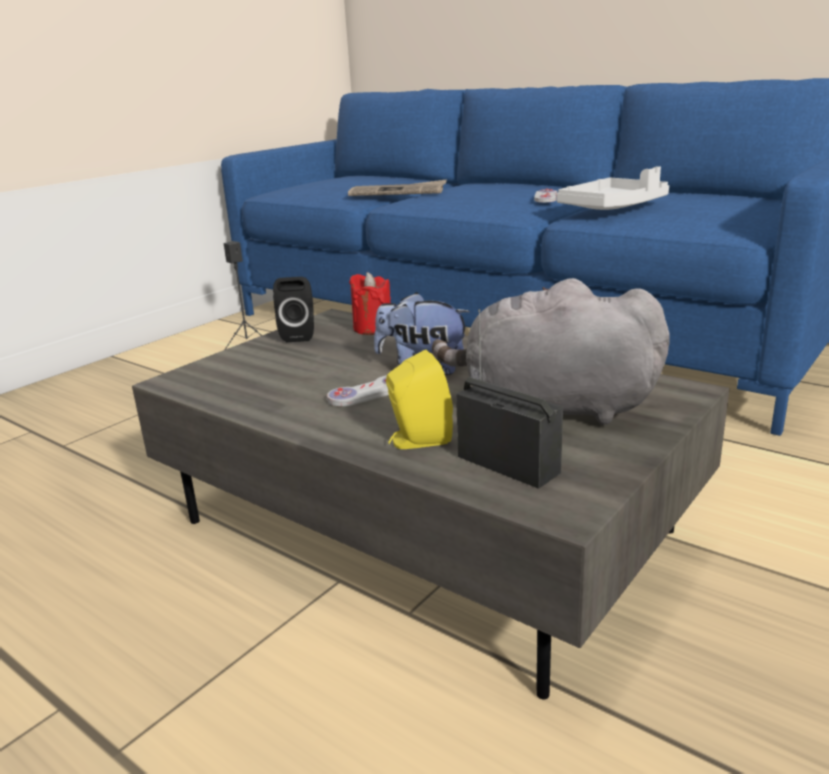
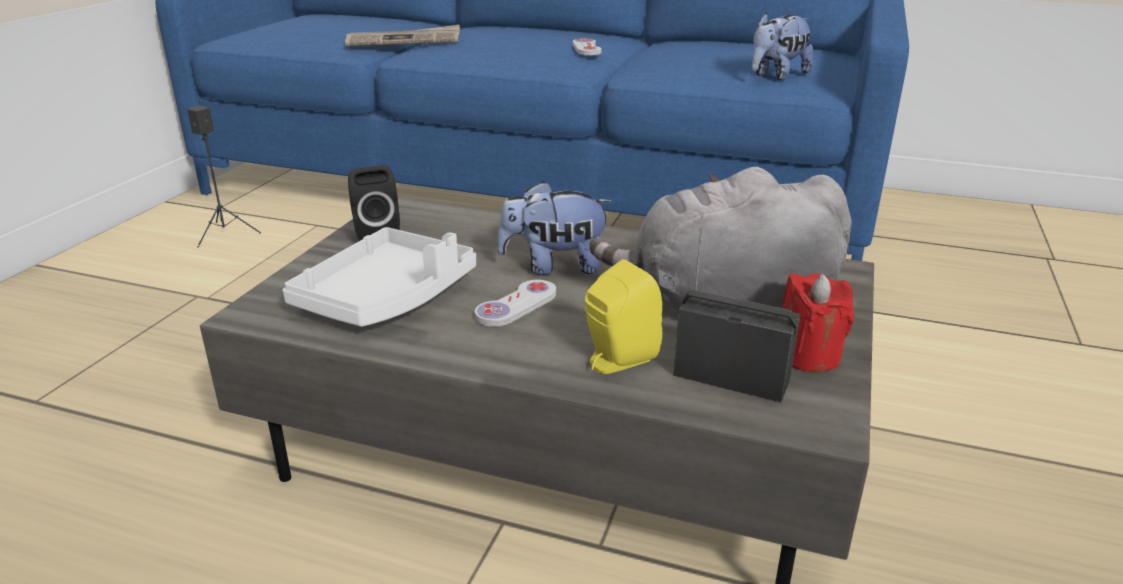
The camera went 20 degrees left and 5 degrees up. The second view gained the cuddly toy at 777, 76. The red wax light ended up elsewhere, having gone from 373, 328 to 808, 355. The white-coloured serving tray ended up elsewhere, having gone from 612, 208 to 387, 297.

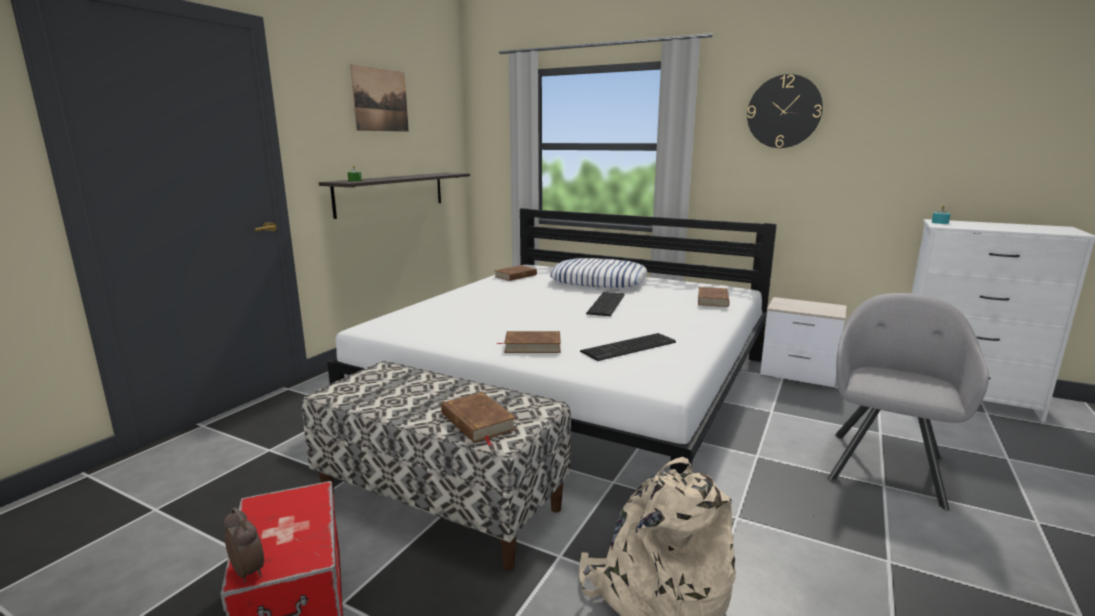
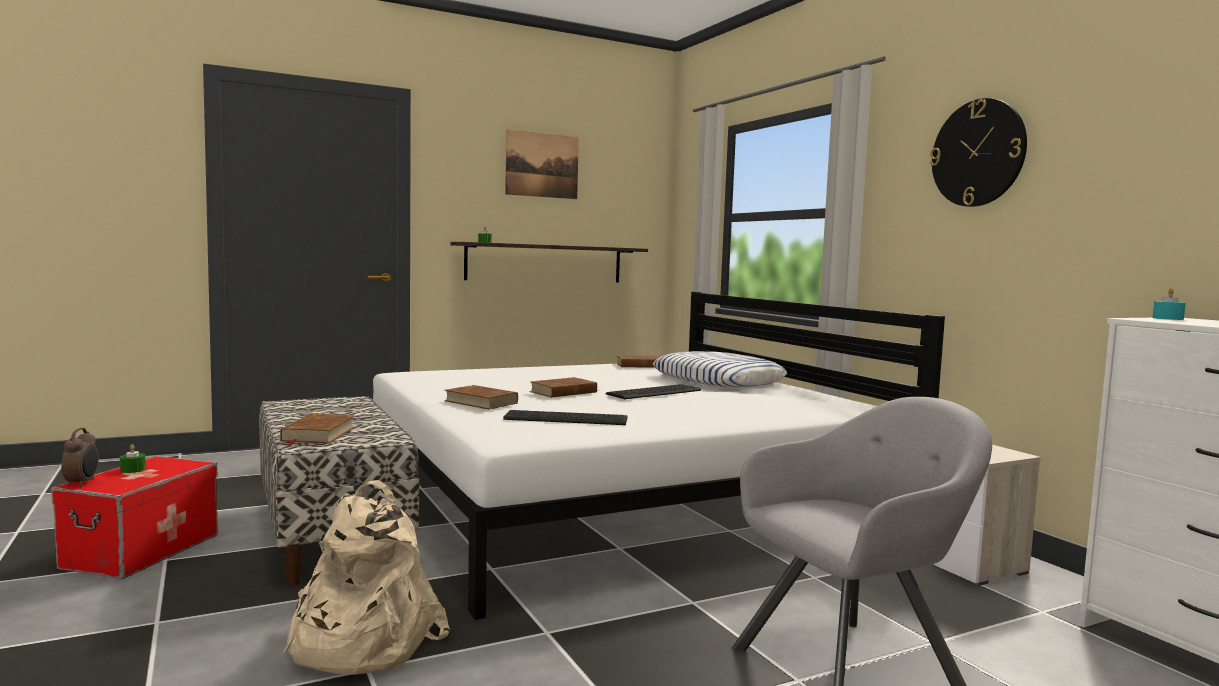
The camera went 35 degrees right and 10 degrees down. The second view gained the green-coloured wax light at 133, 470. The brownish volume ended up elsewhere, having gone from 713, 300 to 564, 392.

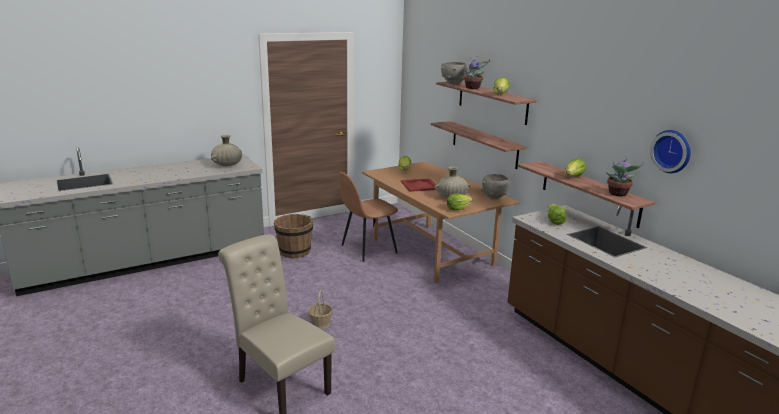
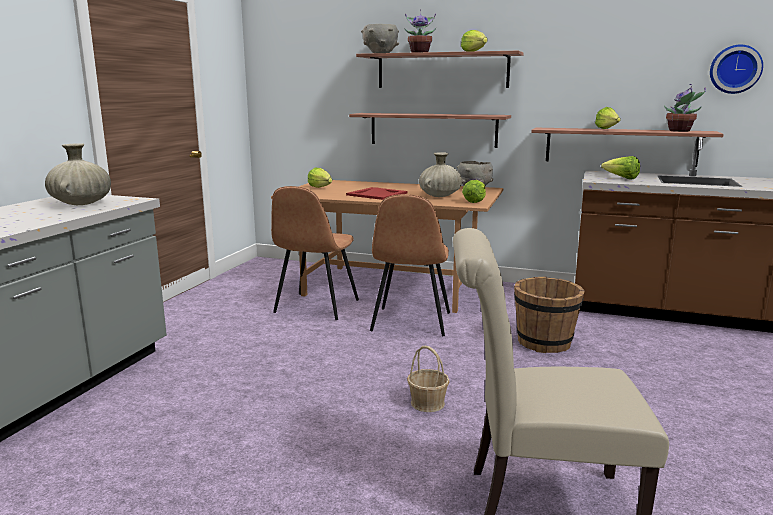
The camera went 40 degrees left and 5 degrees down. The second view gained the brownish plain chair at 410, 322. The brownish bucket ended up elsewhere, having gone from 294, 252 to 544, 343.

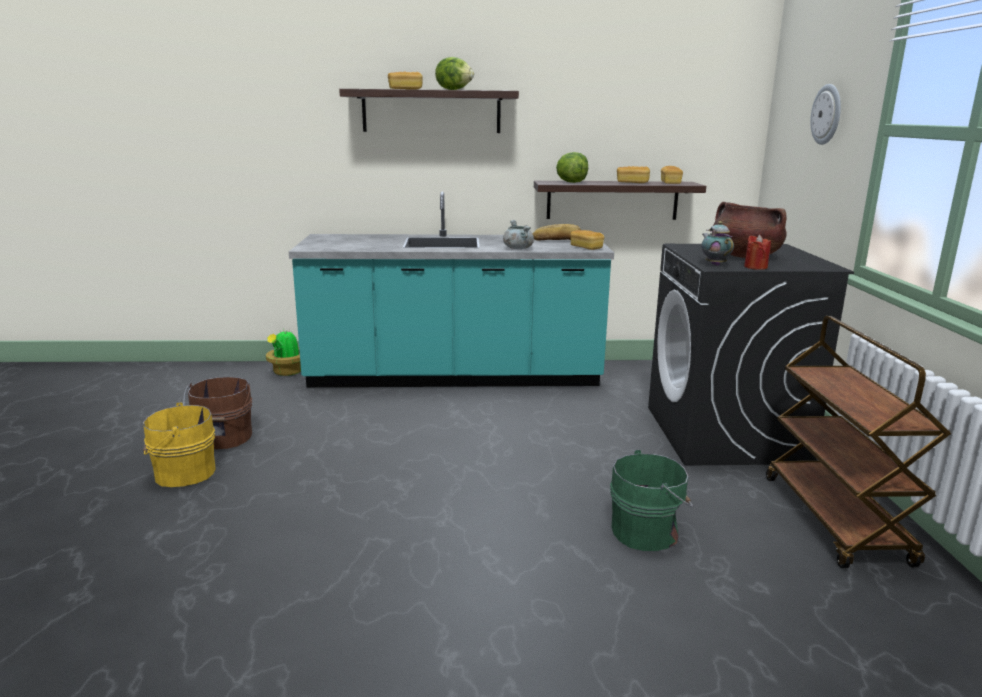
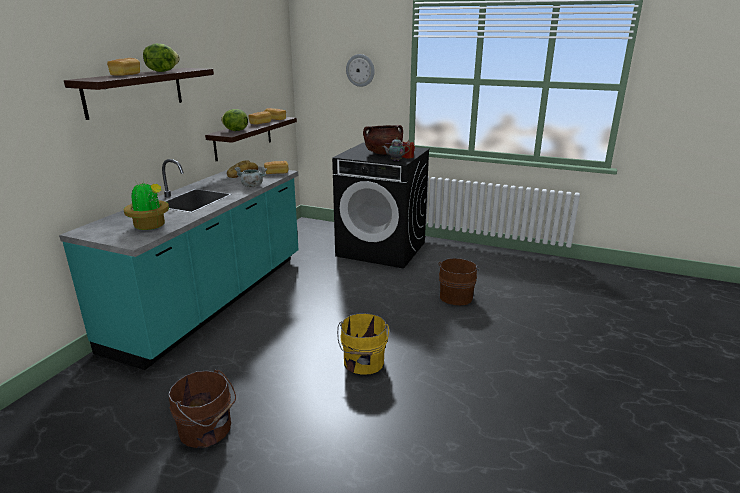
The camera went 65 degrees left and 5 degrees up. The second view lost the brownish trolley at 836, 520. The yellowish bucket ended up elsewhere, having gone from 182, 473 to 363, 363. The potted plant ended up elsewhere, having gone from 287, 372 to 150, 226. What was the green-coloured bucket at 648, 532 turned into the brownish bucket at 456, 296.

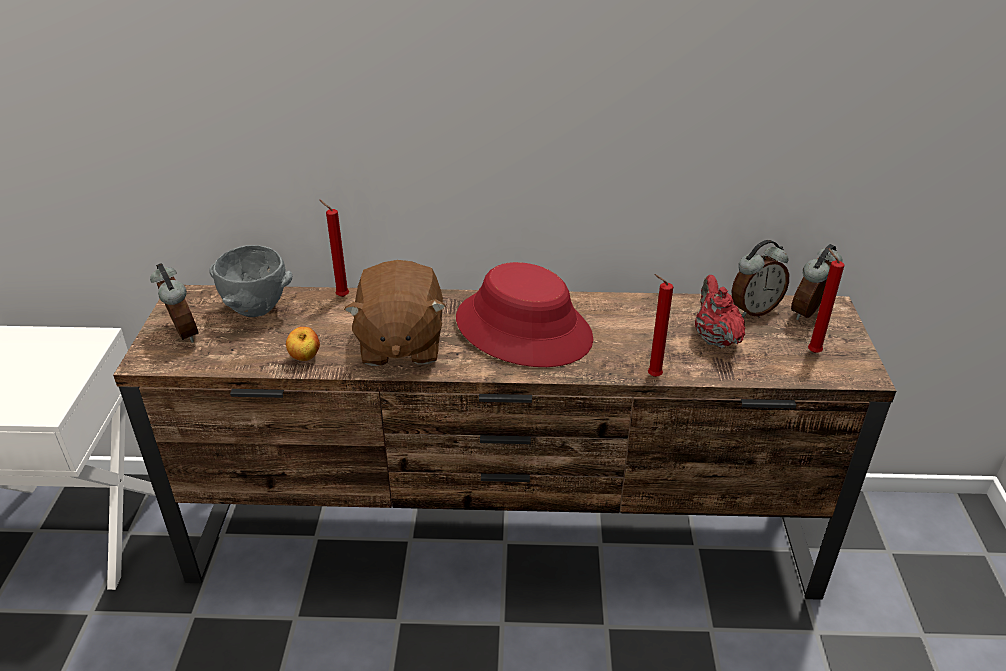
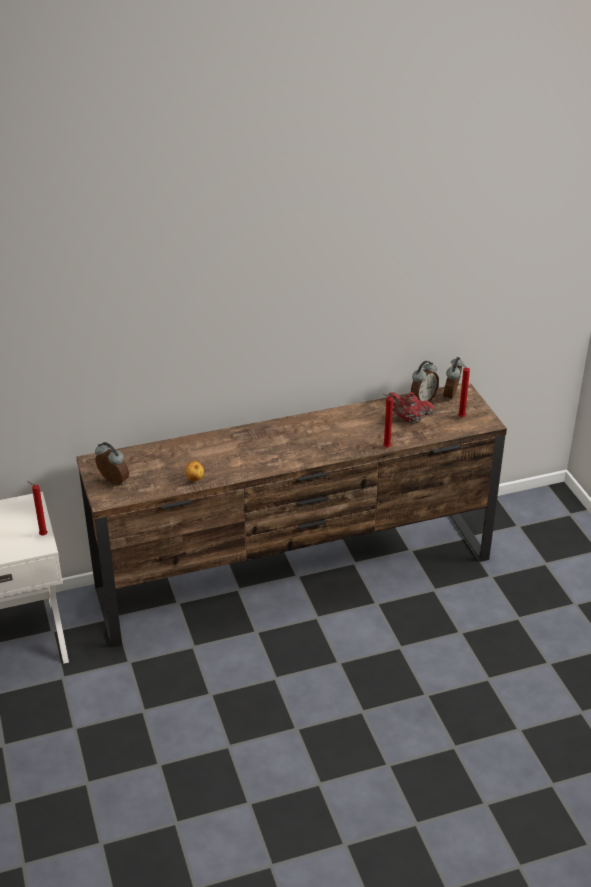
The camera went 20 degrees left and 0 degrees up. The second view lost the grey deep dish at 255, 311. The second view lost the brownish cuddly toy at 400, 344. The second view lost the red hat at 524, 329. The red wax light ended up elsewhere, having gone from 340, 296 to 42, 535. The red pot for tea at 715, 338 ended up facing another way, 45 degrees counterclockwise from before.

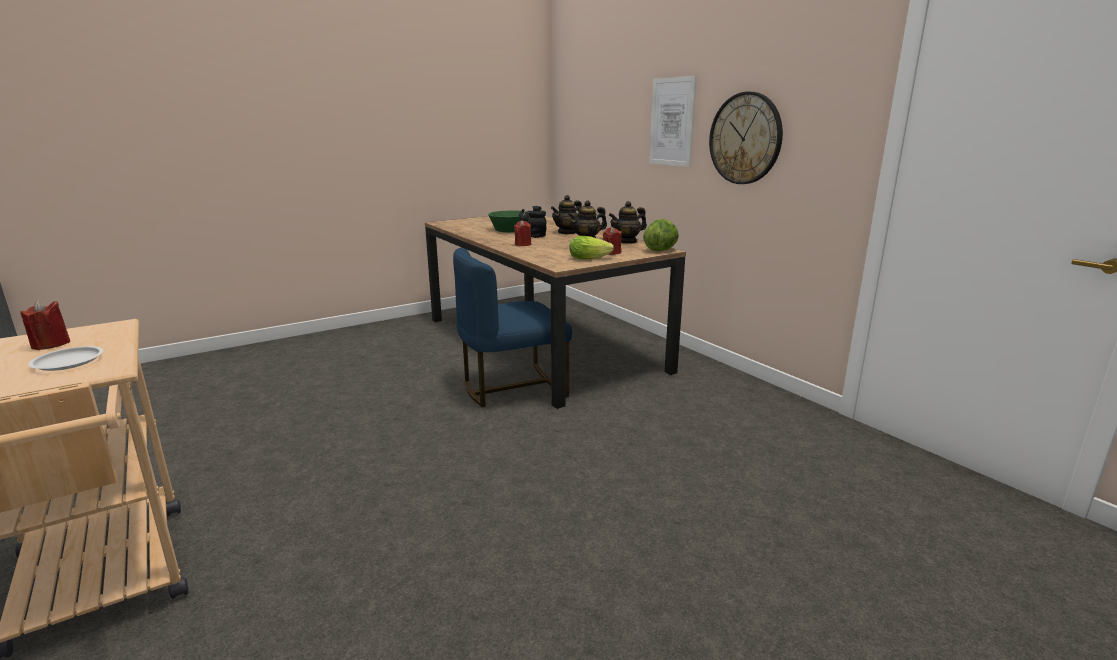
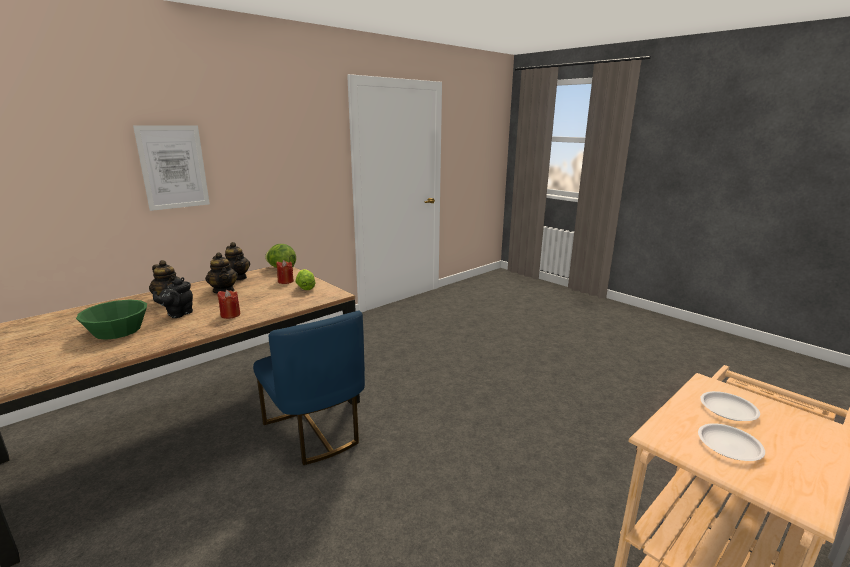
The camera went 100 degrees left and 0 degrees up. The second view lost the clock on the wall at 745, 138. Where the red wax light stood at 51, 344, the white-coloured dinner plate came to stand at 728, 446.

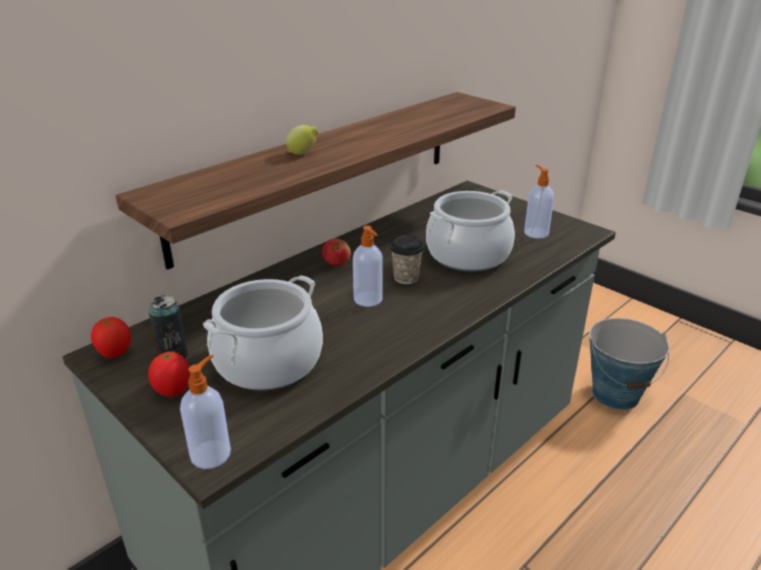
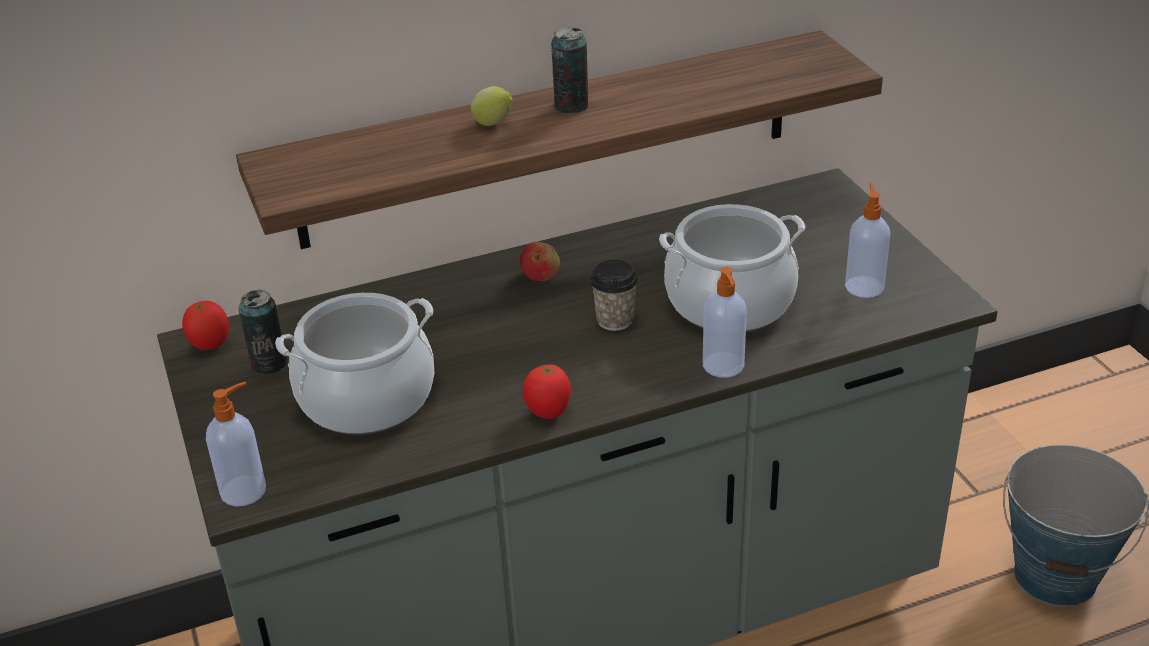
The camera went 25 degrees right and 5 degrees up. The second view gained the can at 571, 106. The whole tomato ended up elsewhere, having gone from 173, 391 to 548, 413. The soap dispenser ended up elsewhere, having gone from 368, 300 to 723, 366.

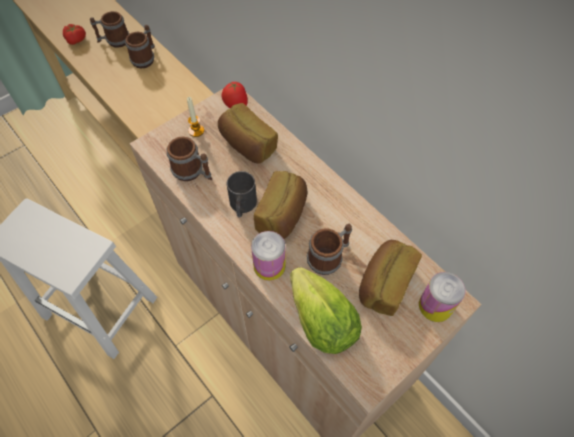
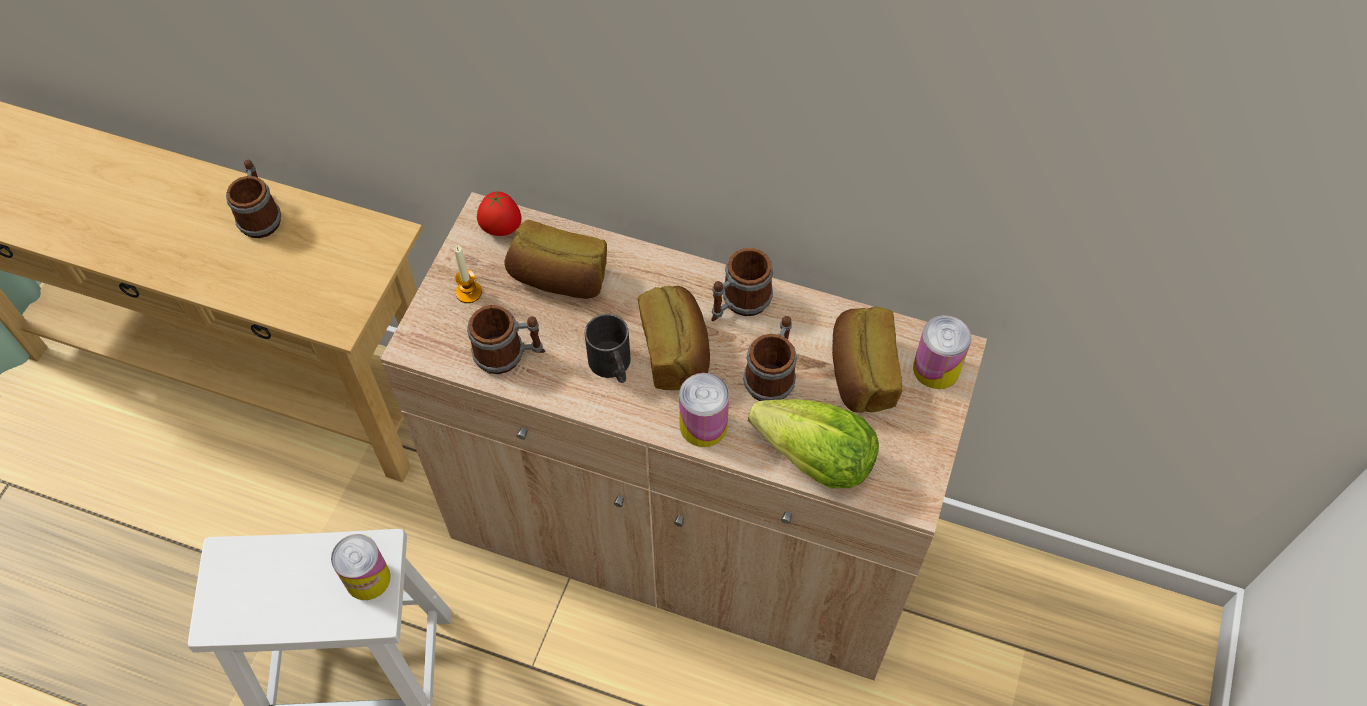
The camera went 30 degrees left and 0 degrees up. The second view lost the whole tomato at 77, 40. The second view gained the can at 367, 578. The coffee mug ended up elsewhere, having gone from 114, 41 to 739, 303.

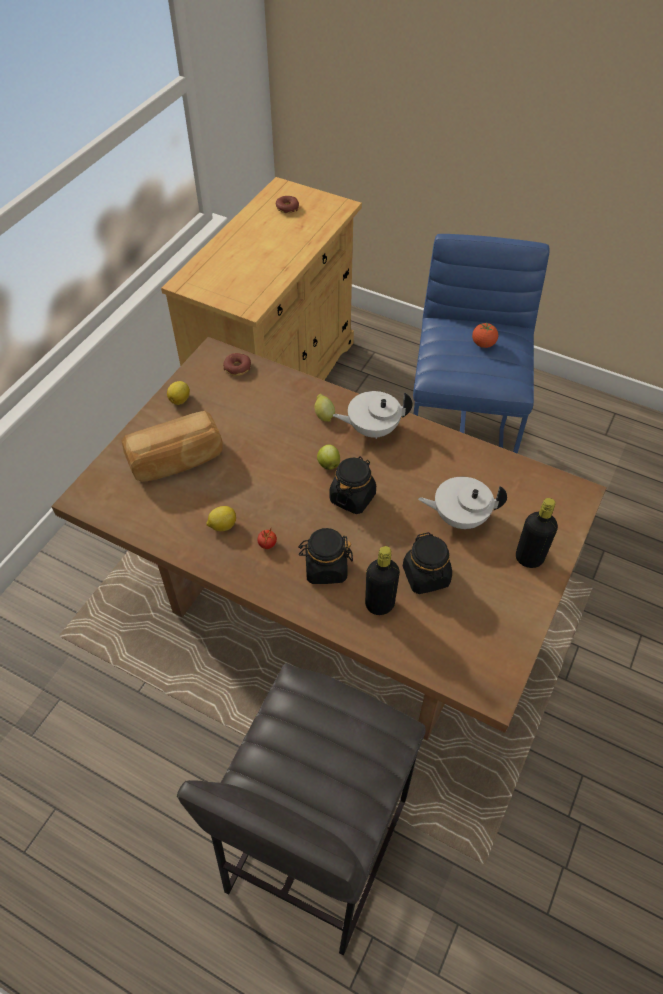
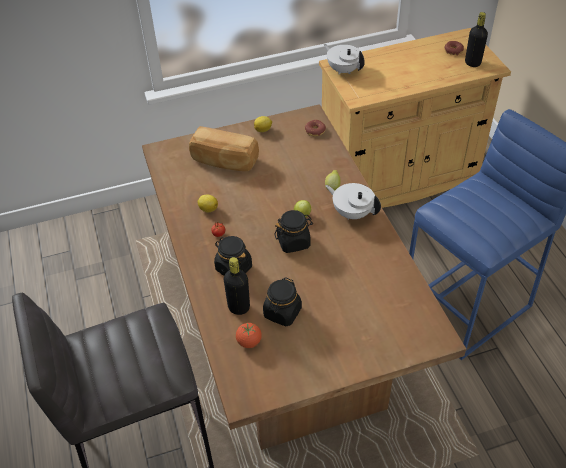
The camera went 45 degrees right and 5 degrees down. The white-coloured pot for tea ended up elsewhere, having gone from 459, 517 to 343, 70. The whole tomato ended up elsewhere, having gone from 483, 344 to 249, 342. The black-coloured bottle ended up elsewhere, having gone from 529, 558 to 472, 63.

